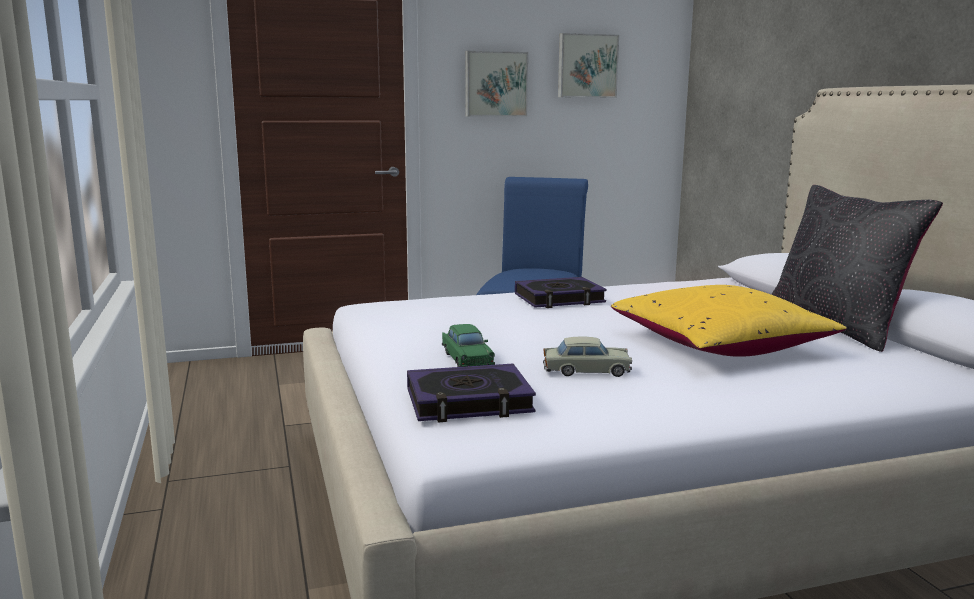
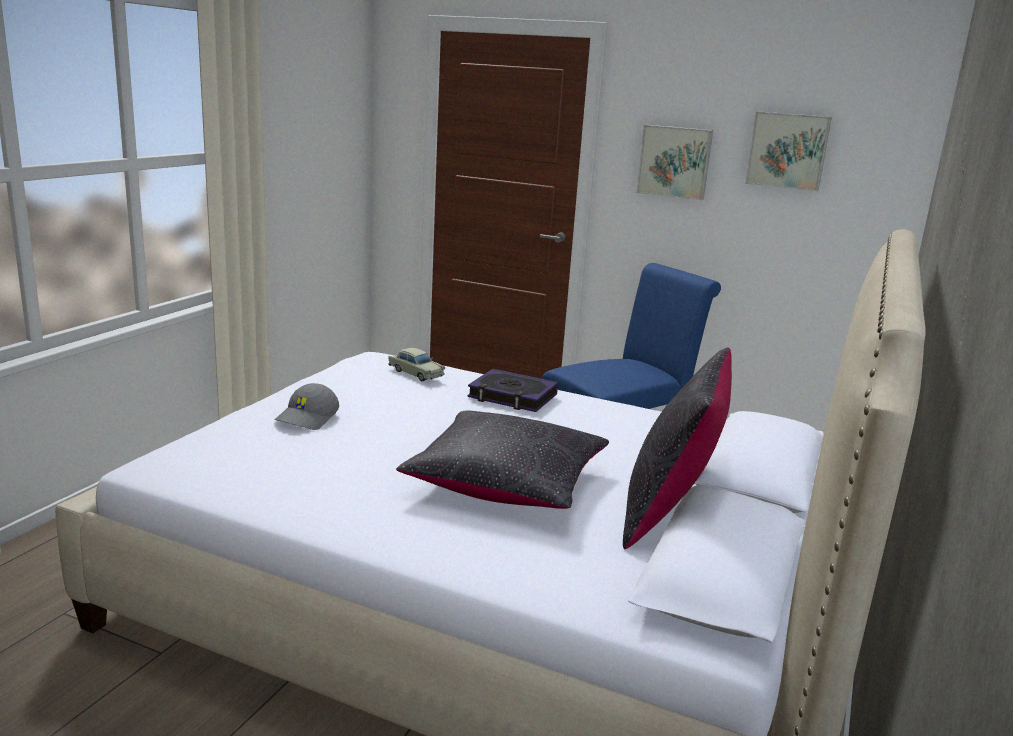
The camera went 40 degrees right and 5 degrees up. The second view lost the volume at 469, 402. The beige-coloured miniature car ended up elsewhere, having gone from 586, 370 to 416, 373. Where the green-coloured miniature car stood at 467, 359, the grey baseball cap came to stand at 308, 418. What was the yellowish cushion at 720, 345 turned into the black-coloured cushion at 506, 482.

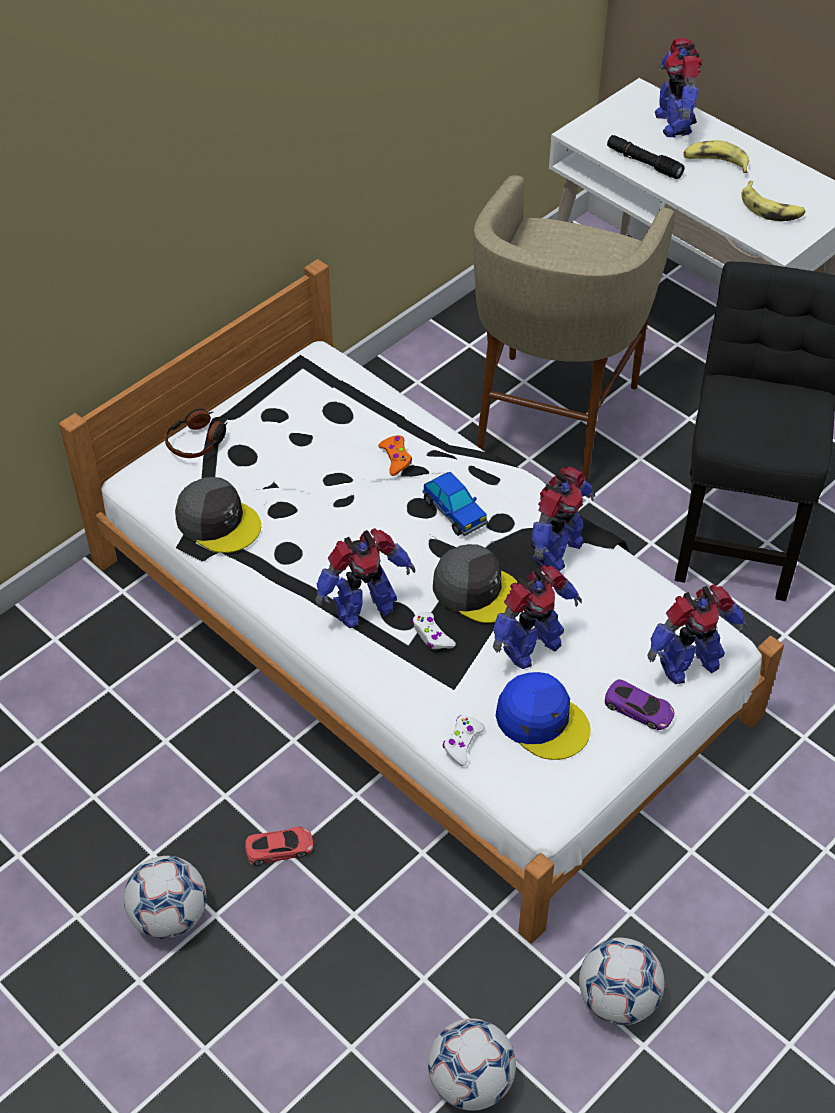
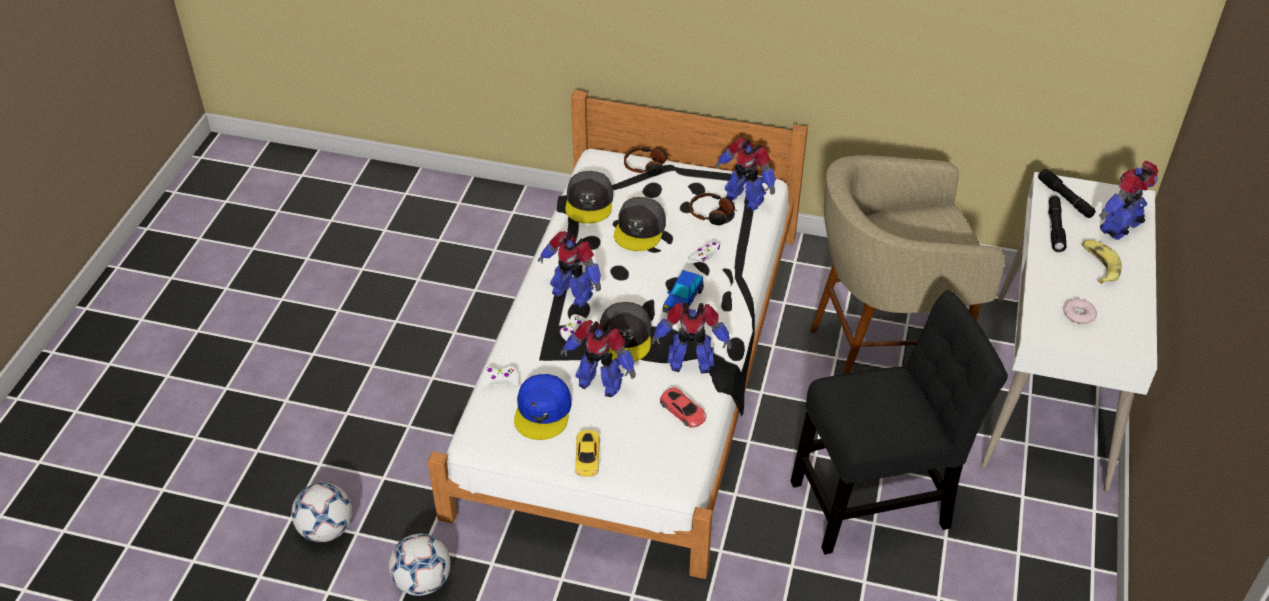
The camera went 60 degrees right and 5 degrees down. The second view lost the ball for football at 170, 916. The second view gained the grey baseball cap at 640, 229. The second view gained the pair of headphones at 712, 214. The second view gained the black-coloured torch at 1065, 199. The red miniature car ended up elsewhere, having gone from 279, 848 to 683, 411. The robot figure ended up elsewhere, having gone from 688, 664 to 744, 198. Where the banana stood at 771, 209, the donut came to stand at 1078, 314. What was the orange joypad at 396, 458 turned into the white-coloured joypad at 705, 254. What was the purple-coloured miniature car at 638, 708 turned into the yellowish miniature car at 587, 456.

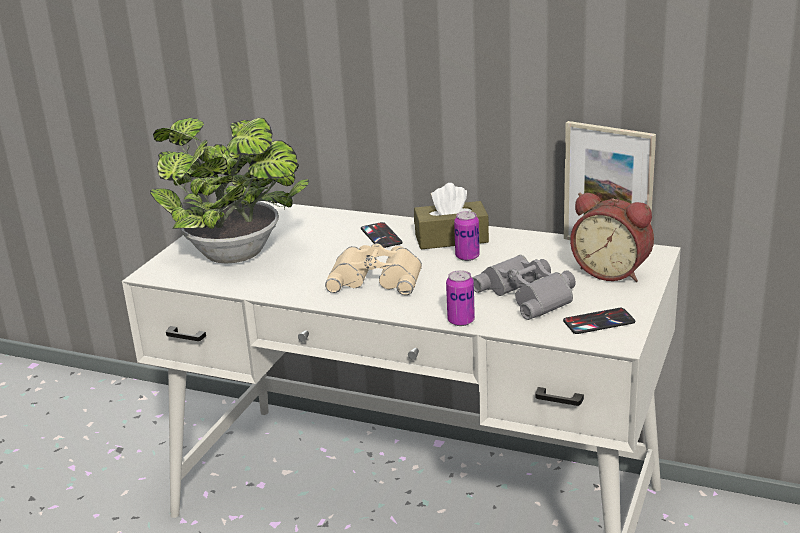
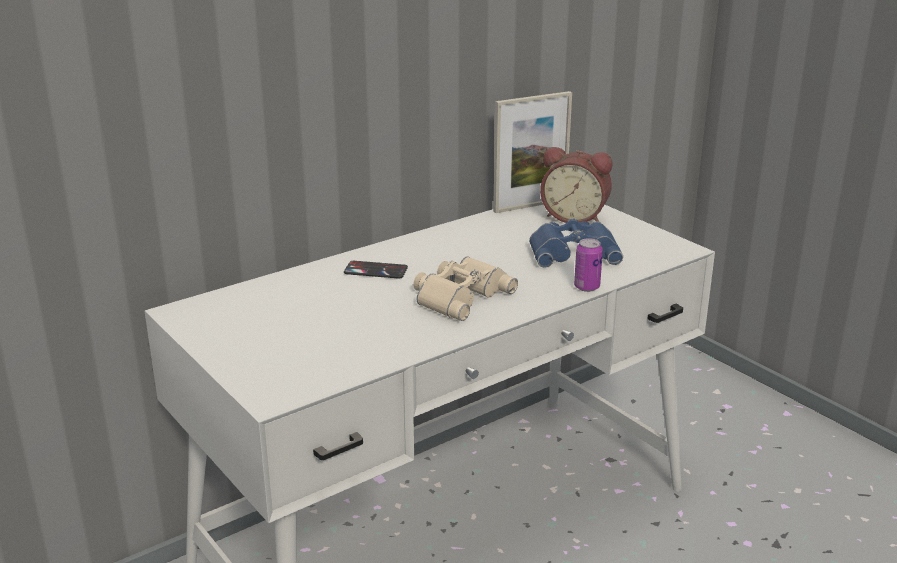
The camera went 60 degrees left and 0 degrees up. The second view lost the potted plant at 239, 256. The second view lost the brownish box of tissues at 451, 238. The second view lost the can at 467, 257. The second view lost the phone at 598, 322. What was the grey field glasses at 529, 294 turned into the blue field glasses at 573, 251. The table clock at 612, 271 ended up facing another way, 45 degrees clockwise from before.

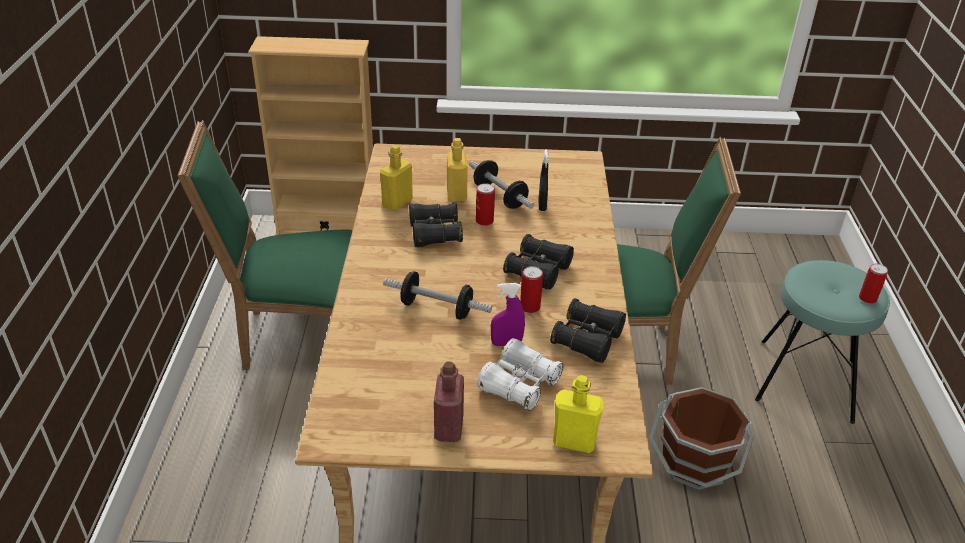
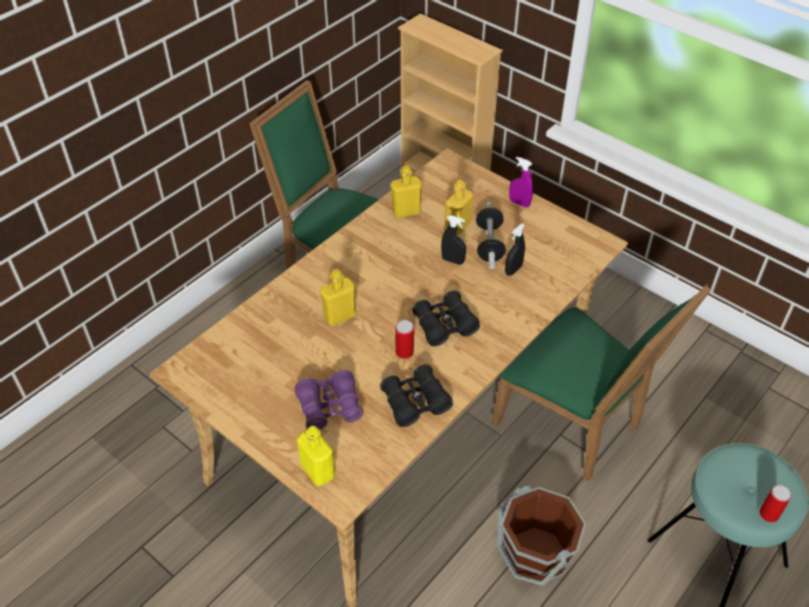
The camera went 40 degrees right and 10 degrees up. The second view lost the black-coloured field glasses at 435, 233. The second view lost the red bottle at 449, 428. The purple-coloured hand sprayer ended up elsewhere, having gone from 506, 343 to 519, 203. Where the dumbbell stood at 437, 308, the yellowish bottle came to stand at 339, 316. Where the can stood at 484, 221, the black-coloured hand sprayer came to stand at 453, 260. What was the white-coloured field glasses at 519, 384 turned into the purple-coloured field glasses at 330, 407.

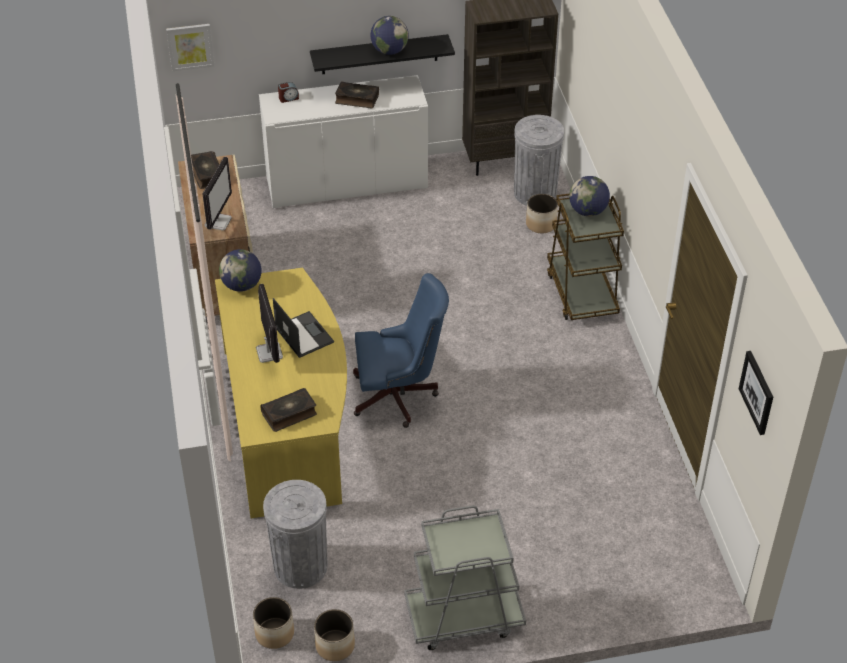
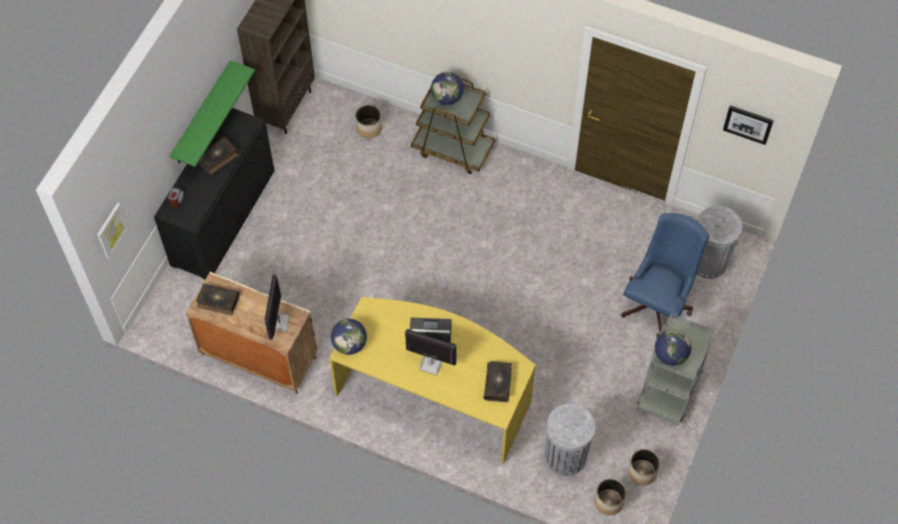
The camera went 55 degrees left and 15 degrees up. The blue computer chair ended up elsewhere, having gone from 399, 396 to 658, 302. The desk globe ended up elsewhere, having gone from 389, 51 to 670, 355. The grey waste bin ended up elsewhere, having gone from 535, 193 to 708, 261. What was the white-coloured storage cabinet at 346, 183 turned into the black-coloured storage cabinet at 223, 218. What was the black-coloured wall shelf at 379, 54 turned into the green-coloured wall shelf at 202, 114. The monitor at 218, 221 ended up facing another way, 135 degrees counterclockwise from before.

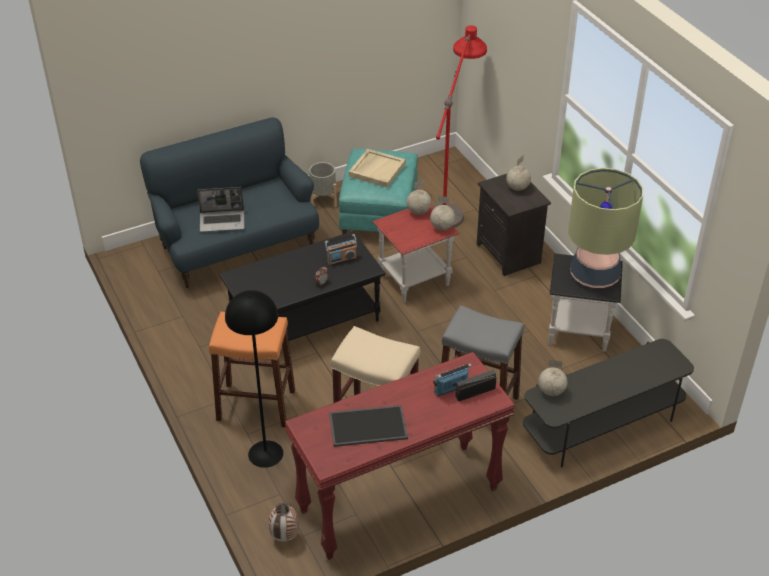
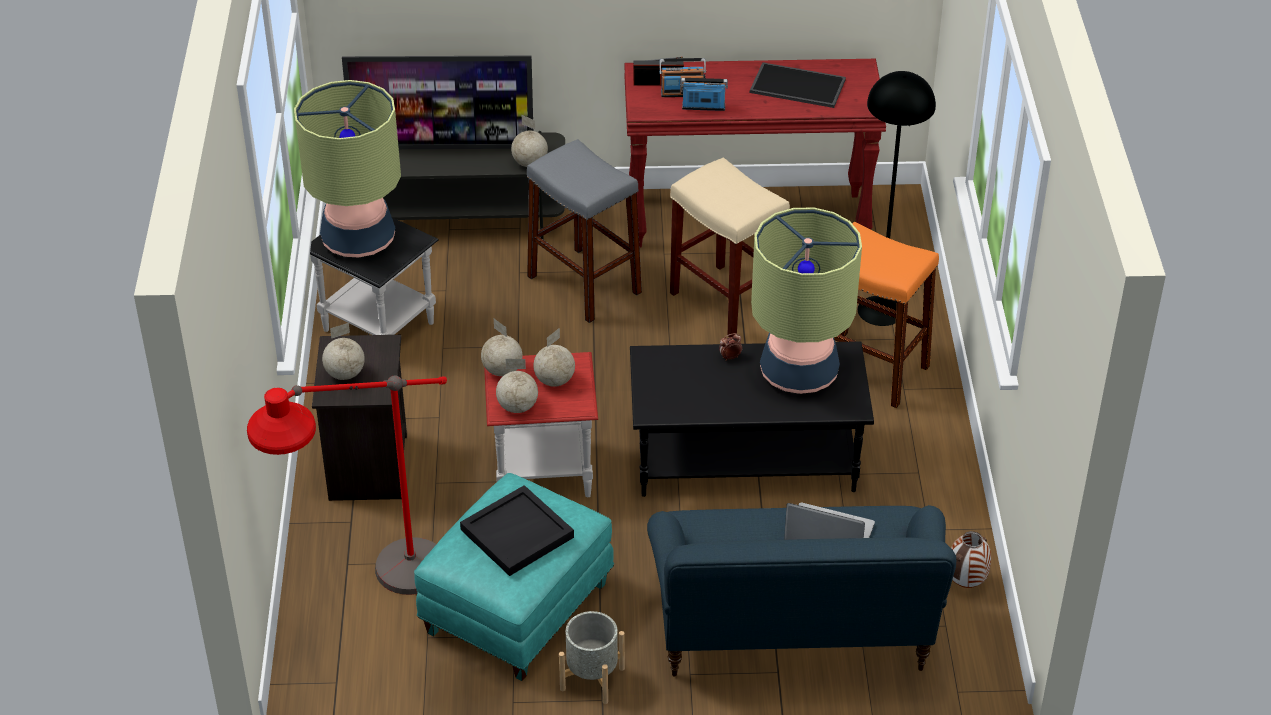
The camera went 155 degrees left and 0 degrees up. The second view gained the TV at 443, 147. The second view gained the desk globe at 555, 380. The second view gained the table lamp at 798, 373. The decorative vase ended up elsewhere, having gone from 285, 538 to 965, 583. The radio receiver ended up elsewhere, having gone from 341, 259 to 703, 107. What was the beige-coloured serving tray at 377, 170 turned into the black-coloured serving tray at 517, 534.

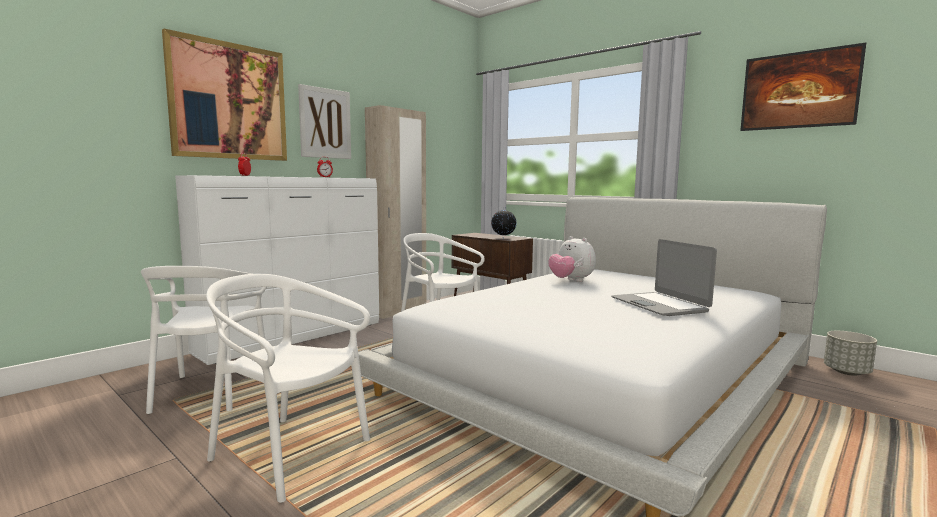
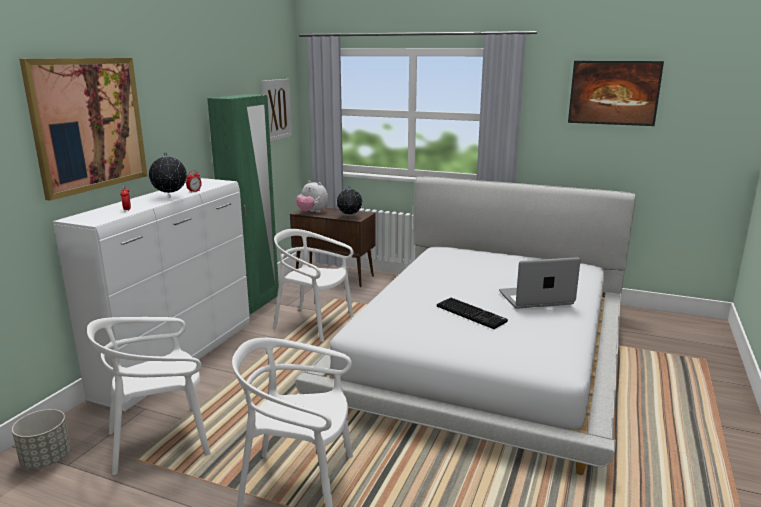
The camera went 20 degrees left and 10 degrees up. The second view gained the desk globe at 170, 197. The second view gained the keyboard at 472, 314. The wall picture ended up elsewhere, having gone from 325, 123 to 276, 109. The cuddly toy ended up elsewhere, having gone from 571, 281 to 312, 212. The grey planter ended up elsewhere, having gone from 847, 372 to 47, 459. What was the beige-coloured clothes cupboard at 398, 311 turned into the green-coloured clothes cupboard at 254, 304. The white-coloured plain chair at 209, 391 ended up facing another way, 90 degrees clockwise from before. The notebook computer at 659, 305 ended up facing another way, 120 degrees clockwise from before.

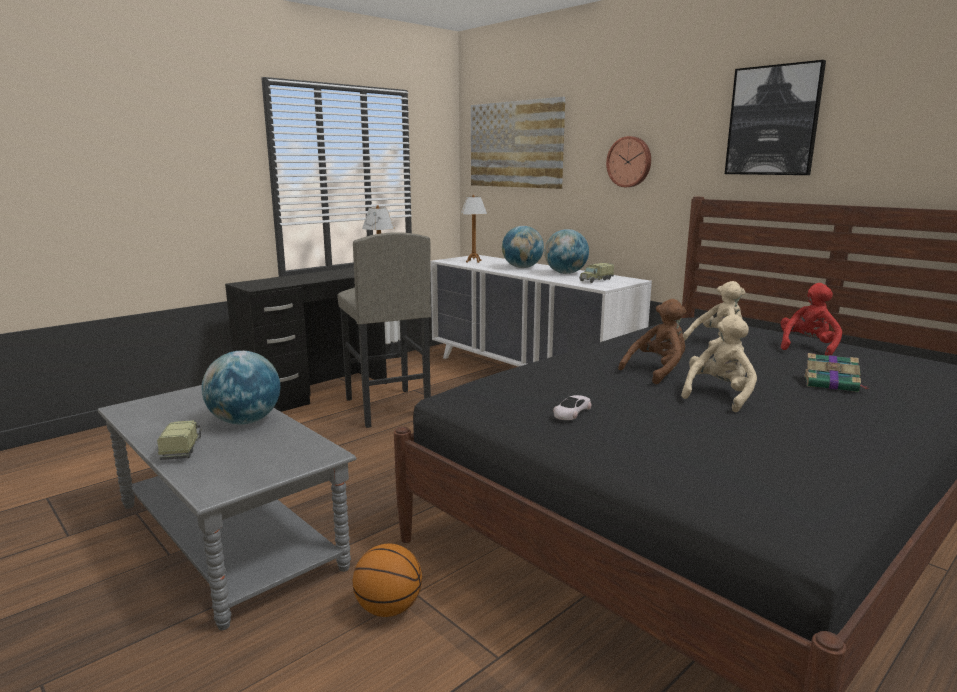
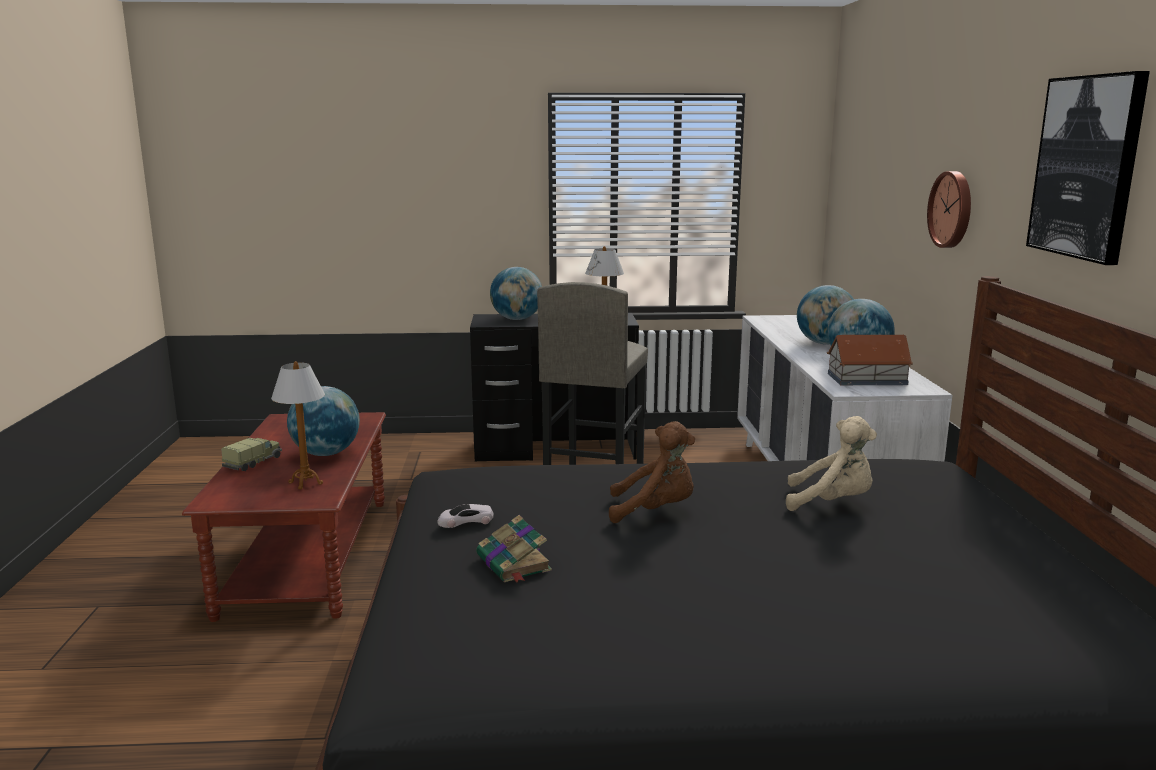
The camera went 40 degrees right and 0 degrees up. The second view lost the ball for basketball at 388, 608. The second view lost the wall picture at 515, 144. The second view lost the beige-coloured cuddly toy at 719, 396. The second view lost the red cuddly toy at 807, 348. The second view gained the desk globe at 516, 319. The table lamp ended up elsewhere, having gone from 473, 261 to 305, 483. The volume ended up elsewhere, having gone from 832, 384 to 514, 564. Where the toy truck stood at 595, 280, the toy house came to stand at 868, 379. What was the grey low table at 228, 535 turned into the brownish low table at 308, 555.

